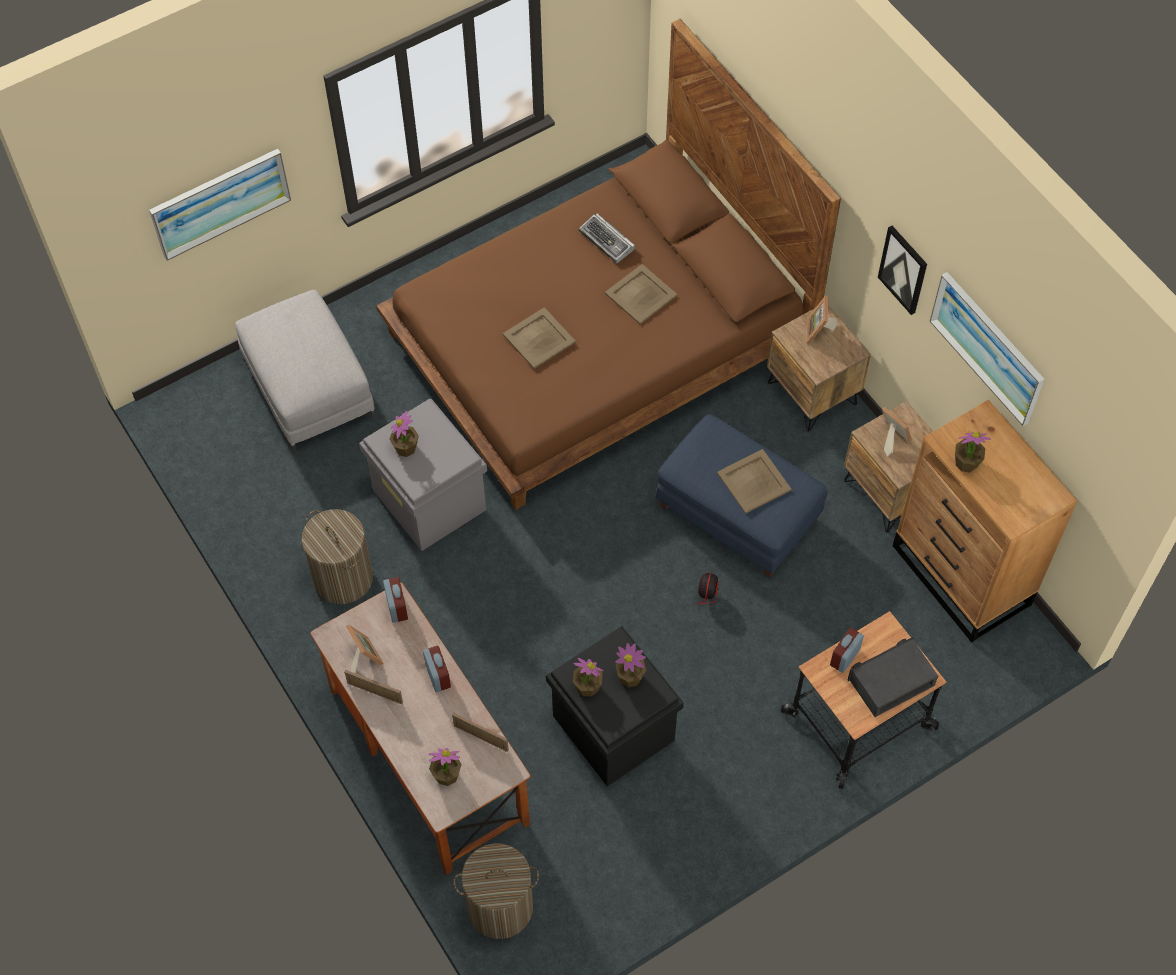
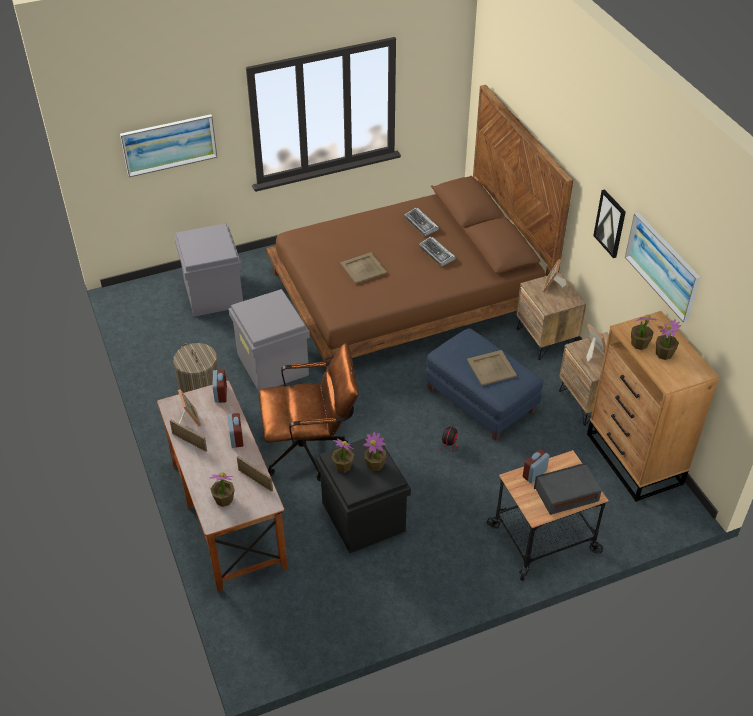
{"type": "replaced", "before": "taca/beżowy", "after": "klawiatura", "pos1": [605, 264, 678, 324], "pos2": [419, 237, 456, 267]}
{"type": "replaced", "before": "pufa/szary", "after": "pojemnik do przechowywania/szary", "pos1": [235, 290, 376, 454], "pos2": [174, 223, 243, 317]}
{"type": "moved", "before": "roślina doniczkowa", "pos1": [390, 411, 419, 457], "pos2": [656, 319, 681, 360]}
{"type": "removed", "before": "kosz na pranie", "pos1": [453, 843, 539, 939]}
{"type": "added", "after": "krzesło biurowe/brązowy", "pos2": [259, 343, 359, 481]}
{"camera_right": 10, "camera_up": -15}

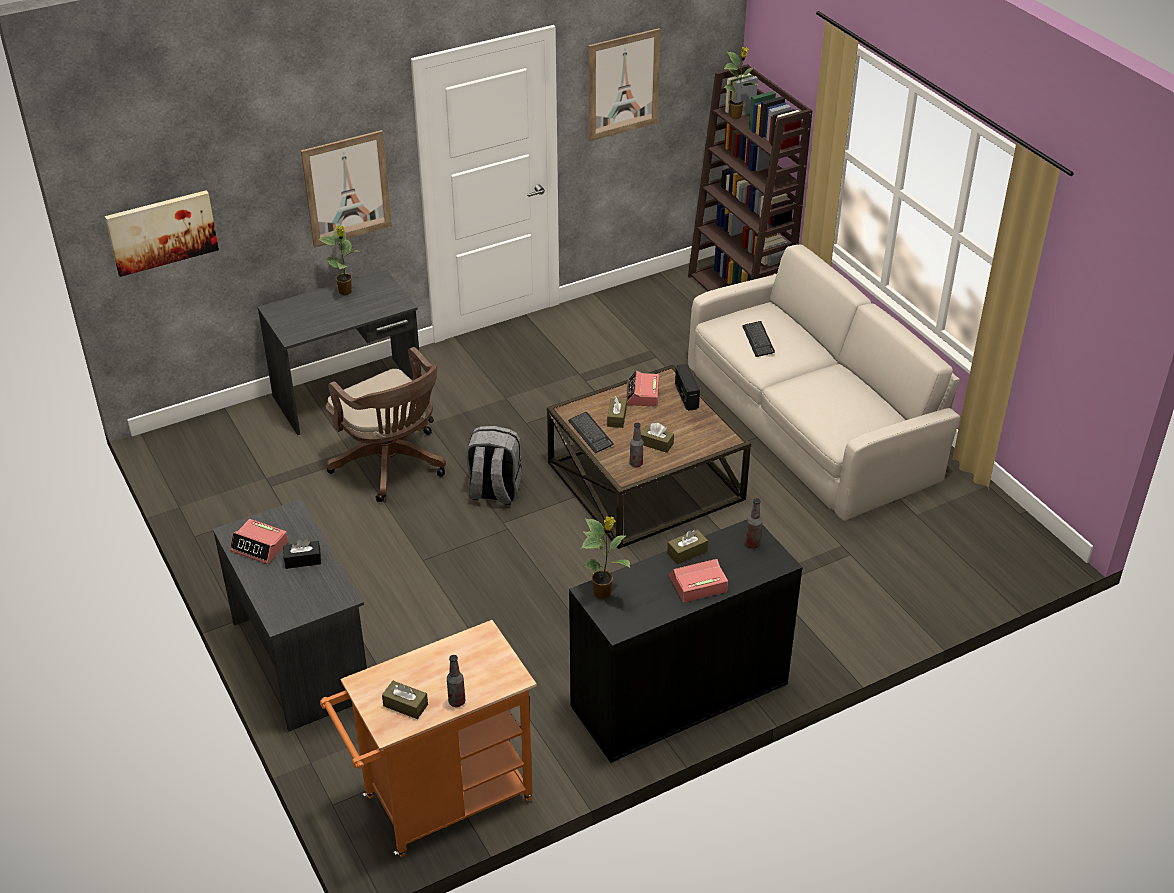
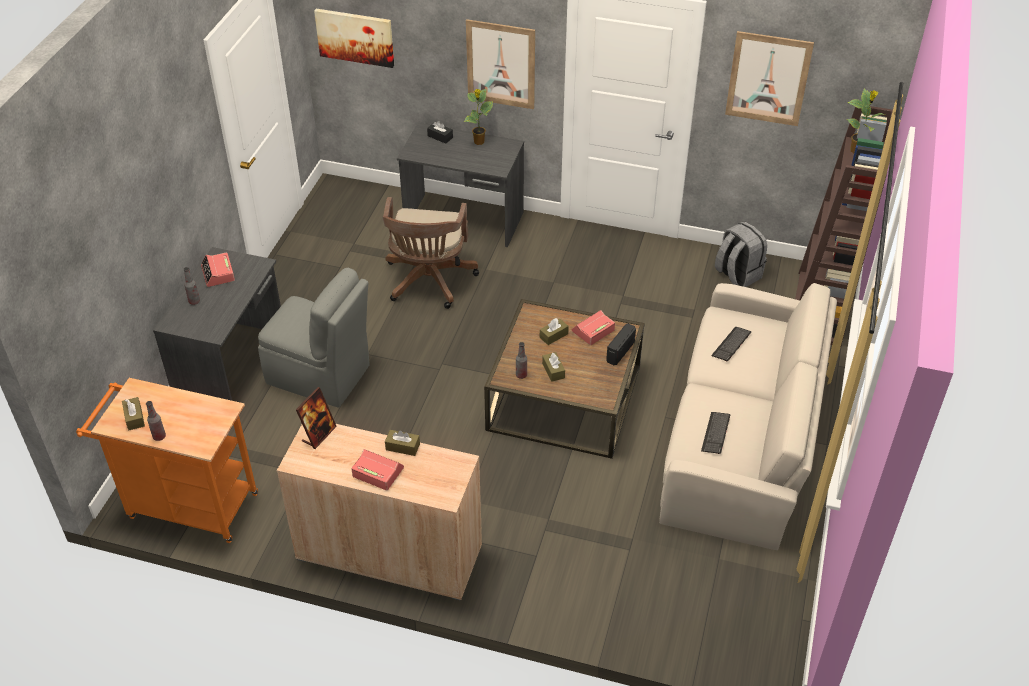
{"type": "moved", "before": "klawiatura", "pos1": [568, 412, 614, 453], "pos2": [701, 412, 730, 454]}
{"type": "moved", "before": "plecak/szary", "pos1": [466, 426, 522, 505], "pos2": [715, 222, 767, 287]}
{"type": "moved", "before": "butelka", "pos1": [745, 498, 763, 548], "pos2": [183, 267, 200, 305]}
{"type": "replaced", "before": "roślina doniczkowa", "after": "ramka na zdjęcie", "pos1": [581, 516, 630, 599], "pos2": [296, 387, 337, 449]}
{"type": "recoloured", "before": "szafka/czarny", "after": "szafka/beżowy", "pos1": [569, 520, 803, 764], "pos2": [277, 424, 482, 601]}
{"type": "moved", "before": "pudełko chusteczek/czarny", "pos1": [283, 539, 321, 569], "pos2": [427, 121, 453, 144]}
{"type": "added", "after": "krzesło/szary", "pos2": [258, 268, 370, 408]}
{"camera_right": 45, "camera_up": 5}

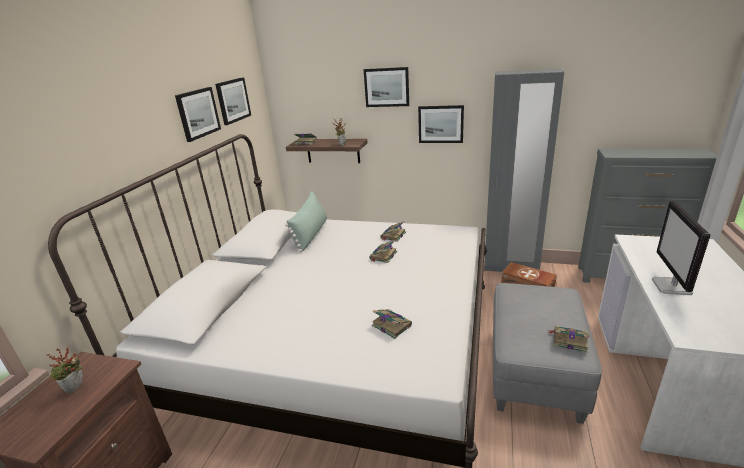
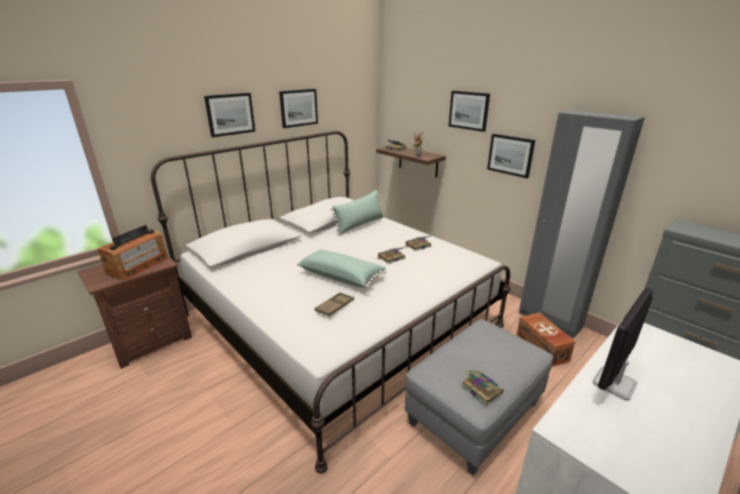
{"type": "moved", "before": "obraz", "pos1": [215, 77, 251, 125], "pos2": [204, 93, 255, 137]}
{"type": "replaced", "before": "książka", "after": "taca/brązowy", "pos1": [372, 309, 412, 339], "pos2": [315, 292, 354, 317]}
{"type": "replaced", "before": "roślina doniczkowa", "after": "radio", "pos1": [46, 347, 82, 394], "pos2": [98, 225, 168, 280]}
{"type": "added", "after": "poduszka/zielony", "pos2": [297, 250, 387, 288]}
{"camera_right": 30, "camera_up": 0}

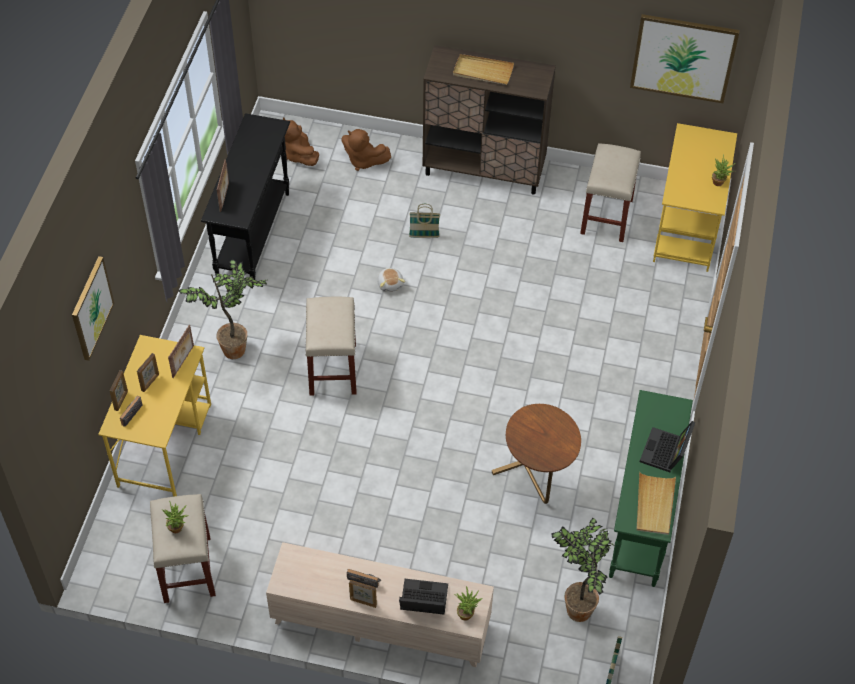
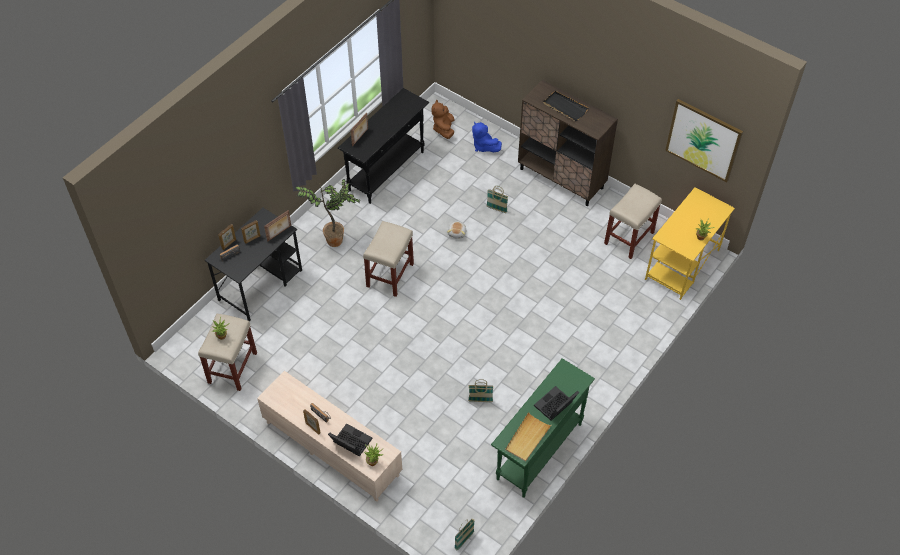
{"type": "recoloured", "before": "taca/beżowy", "after": "taca/czarny", "pos1": [453, 54, 514, 85], "pos2": [543, 91, 588, 121]}
{"type": "recoloured", "before": "pluszak/brązowy", "after": "pluszak/niebieski", "pos1": [341, 129, 391, 171], "pos2": [472, 121, 502, 152]}
{"type": "removed", "before": "obraz", "pos1": [72, 256, 114, 361]}
{"type": "recoloured", "before": "biurko/żółty", "after": "biurko/czarny", "pos1": [98, 335, 211, 497], "pos2": [205, 208, 302, 321]}
{"type": "replaced", "before": "stolik/brązowy", "after": "koszyk", "pos1": [492, 404, 581, 504], "pos2": [468, 379, 493, 402]}
{"type": "removed", "before": "roślina doniczkowa", "pos1": [551, 518, 614, 622]}
{"camera_right": 25, "camera_up": 0}

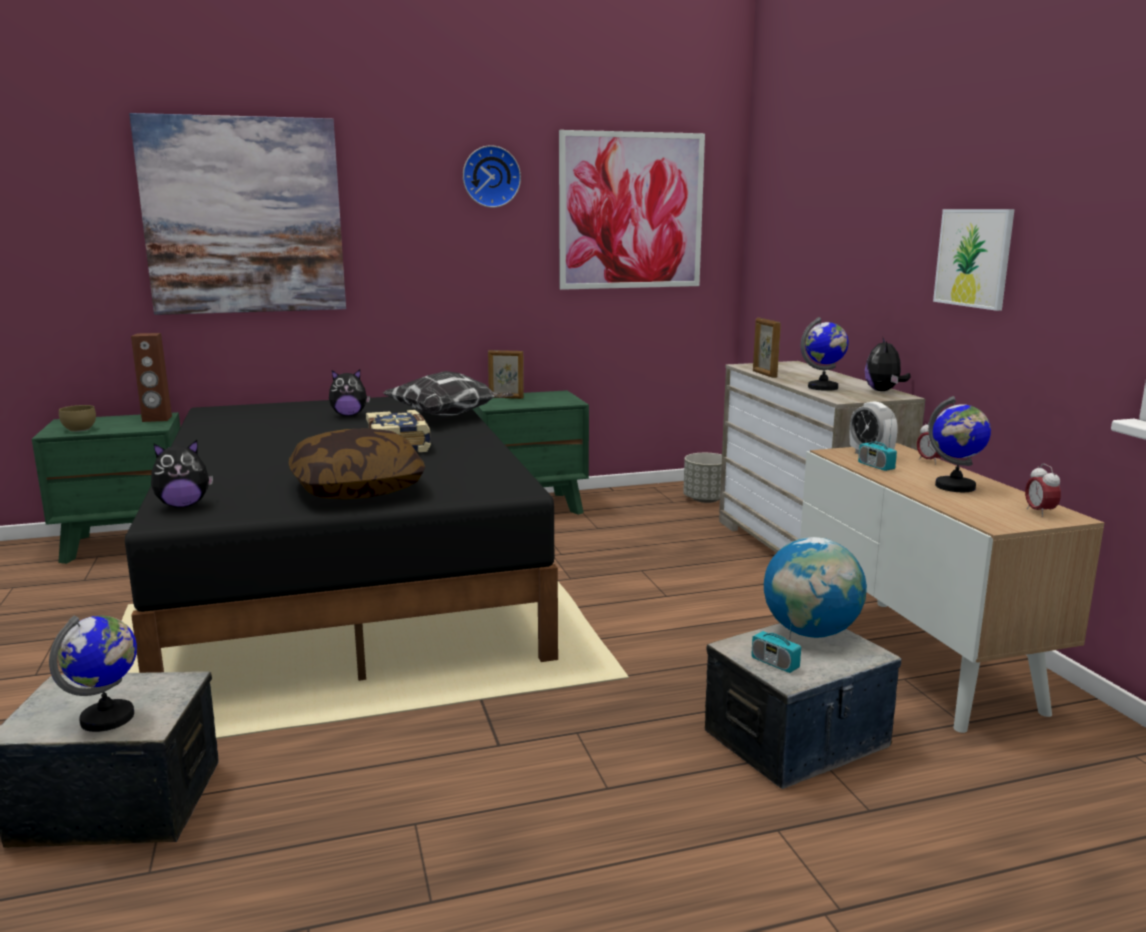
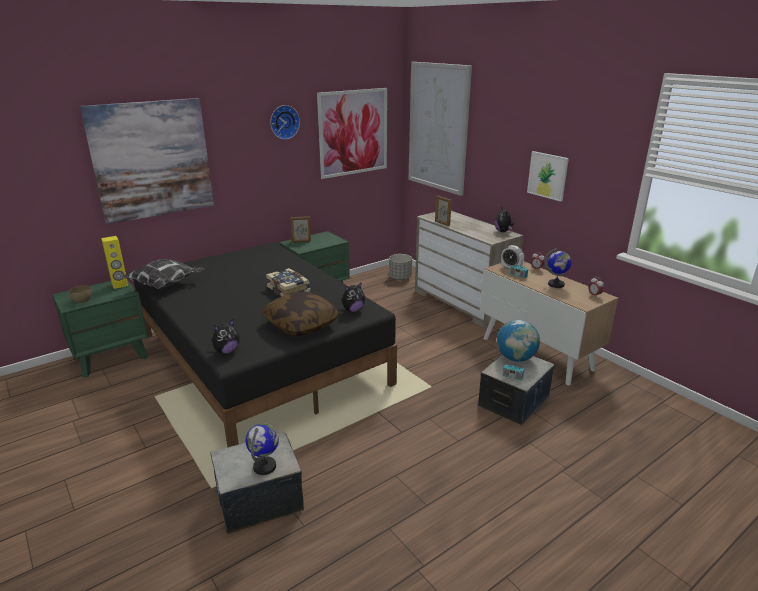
{"type": "removed", "before": "globus", "pos1": [801, 317, 848, 391]}
{"type": "recoloured", "before": "głośnik/brązowy", "after": "głośnik/żółty", "pos1": [131, 333, 172, 422], "pos2": [101, 236, 128, 289]}
{"type": "moved", "before": "pluszak", "pos1": [329, 370, 370, 416], "pos2": [341, 282, 365, 312]}
{"type": "moved", "before": "poduszka", "pos1": [383, 371, 514, 417], "pos2": [123, 259, 204, 289]}
{"type": "added", "after": "obraz", "pos2": [409, 62, 472, 196]}
{"camera_right": -20, "camera_up": 10}

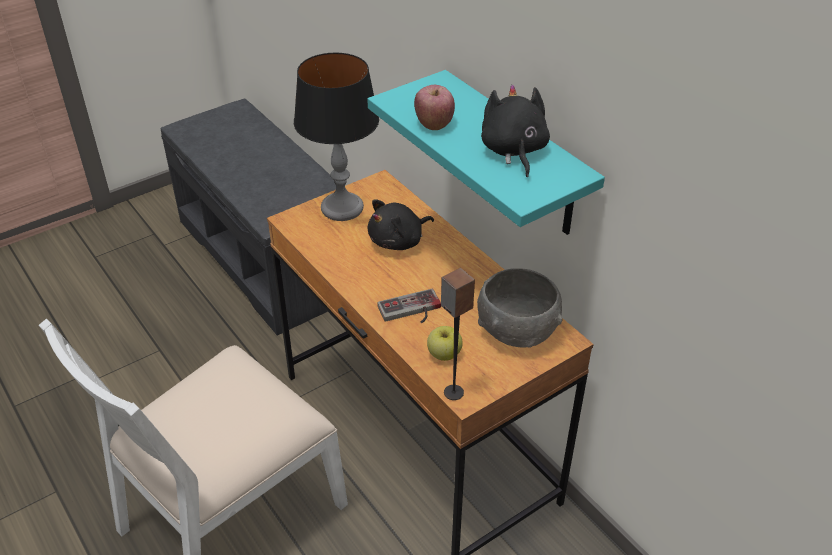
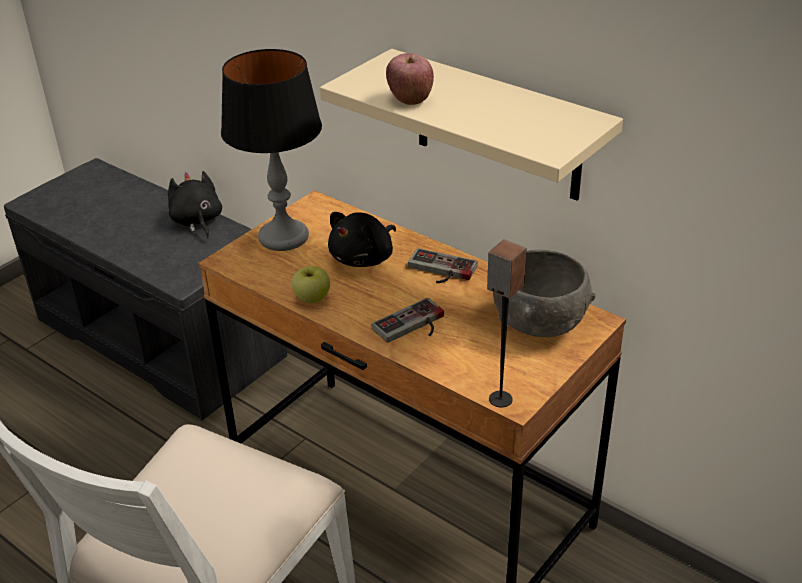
{"type": "recoloured", "before": "półka/turkusowy", "after": "półka/beżowy", "pos1": [367, 70, 605, 235], "pos2": [320, 49, 623, 200]}
{"type": "moved", "before": "pluszak/czarny", "pos1": [481, 84, 550, 177], "pos2": [168, 171, 222, 238]}
{"type": "moved", "before": "jabłko", "pos1": [427, 326, 462, 361], "pos2": [292, 266, 330, 303]}
{"type": "added", "after": "pad do gier", "pos2": [408, 248, 478, 283]}
{"camera_right": -15, "camera_up": -5}

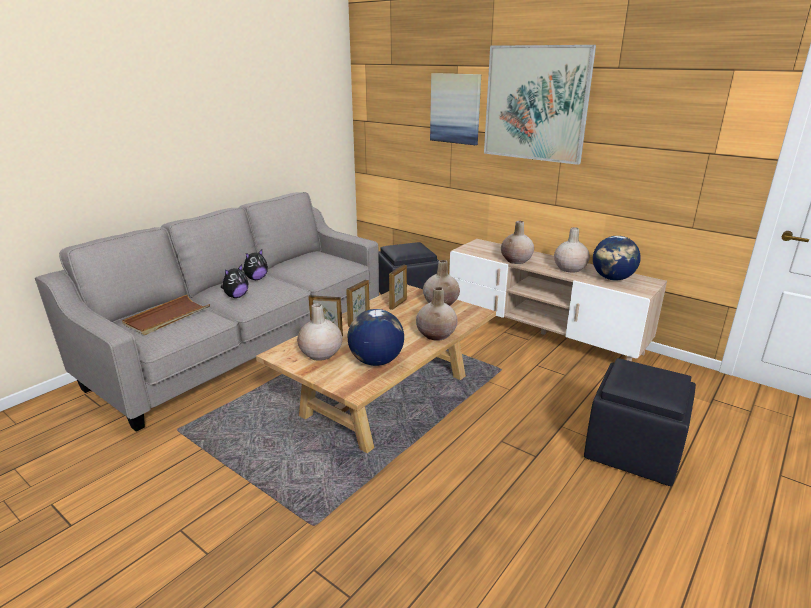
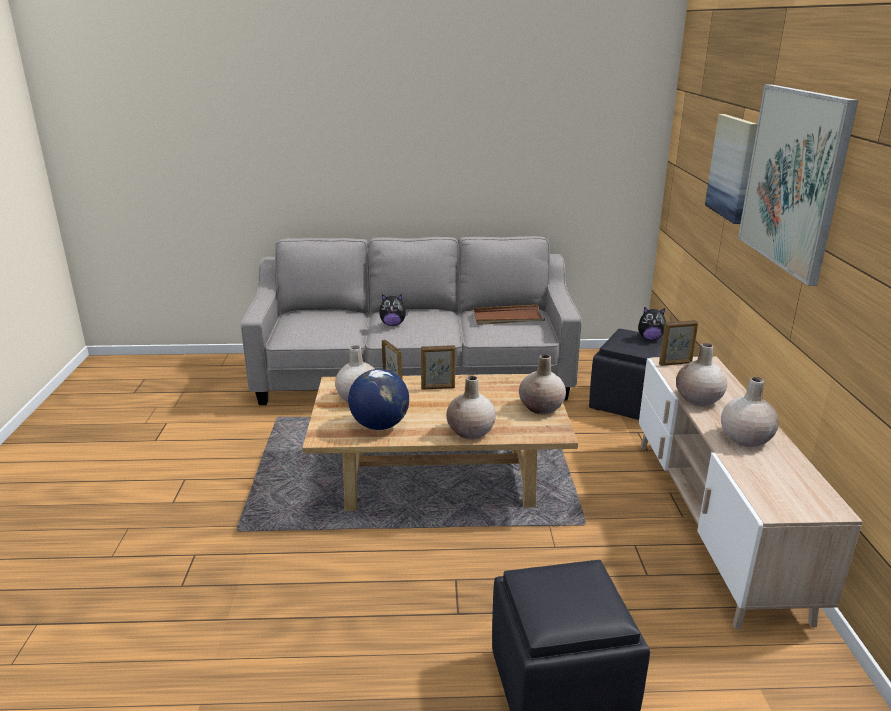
{"type": "removed", "before": "globus", "pos1": [593, 236, 641, 280]}
{"type": "moved", "before": "pluszak", "pos1": [243, 250, 268, 280], "pos2": [638, 307, 666, 340]}
{"type": "moved", "before": "ramka na zdjęcie", "pos1": [389, 265, 407, 310], "pos2": [659, 320, 698, 366]}
{"type": "moved", "before": "taca/brązowy", "pos1": [122, 295, 210, 335], "pos2": [473, 305, 545, 325]}
{"camera_right": 50, "camera_up": 0}

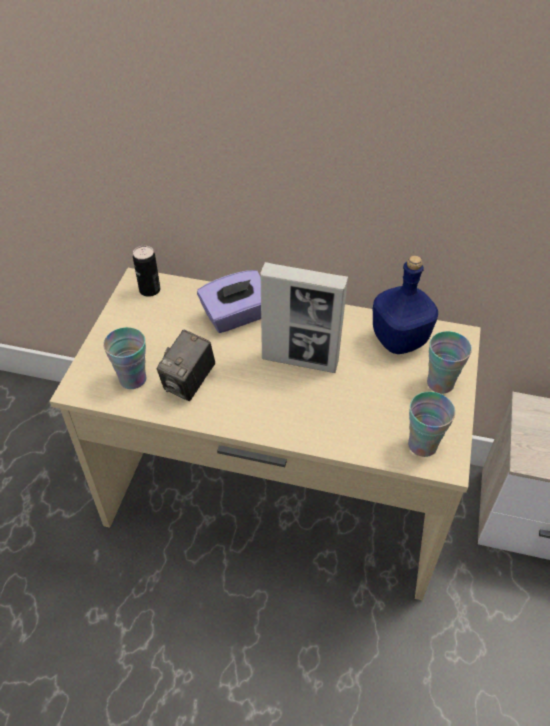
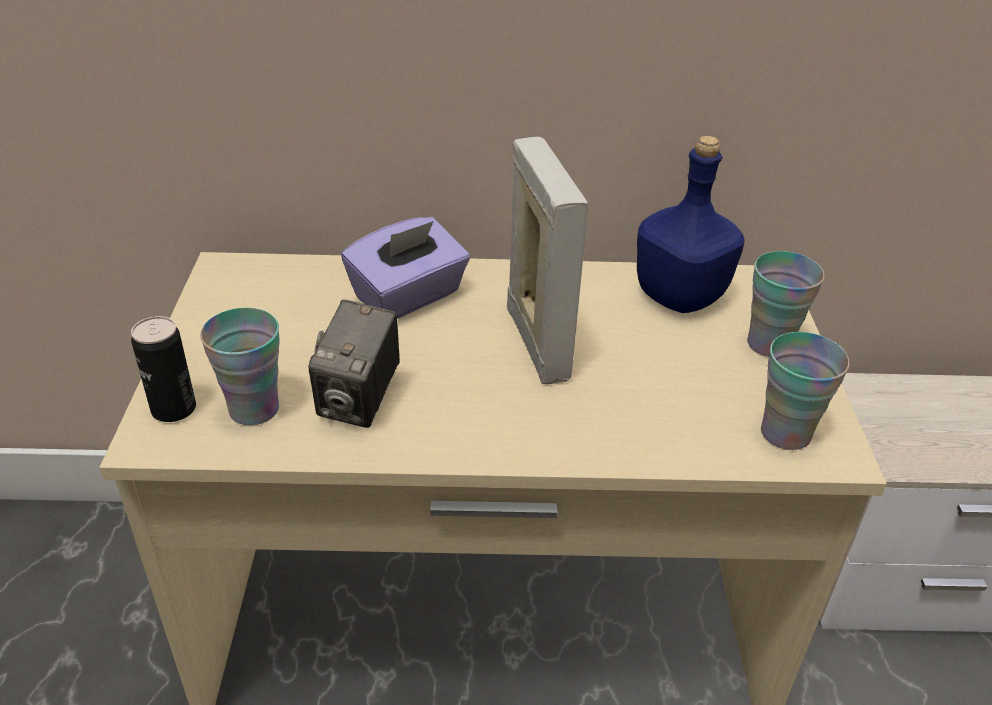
{"type": "moved", "before": "puszka", "pos1": [133, 246, 160, 297], "pos2": [131, 316, 196, 422]}
{"type": "turned", "before": "ramka na zdjęcie", "pos1": [260, 262, 348, 373], "pos2": [507, 137, 588, 384], "turn": -105}
{"camera_right": -15, "camera_up": -10}

